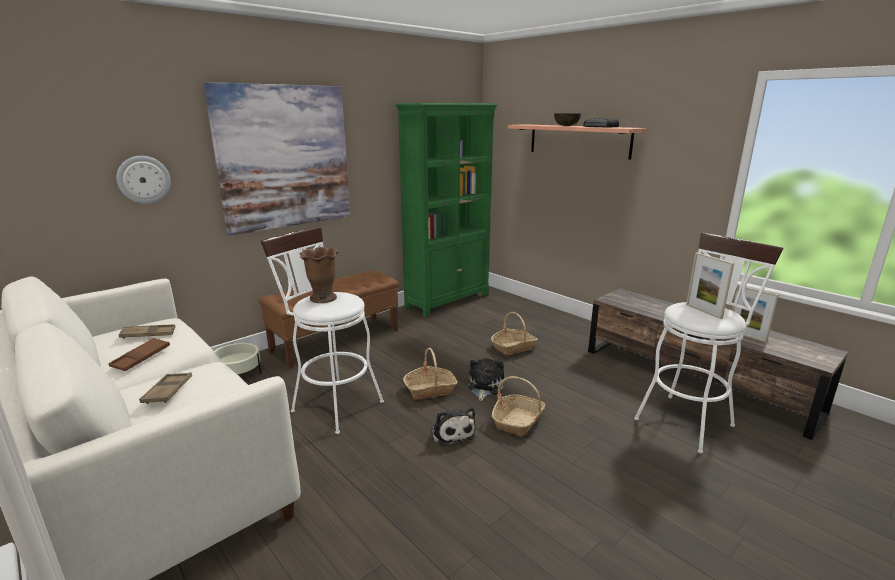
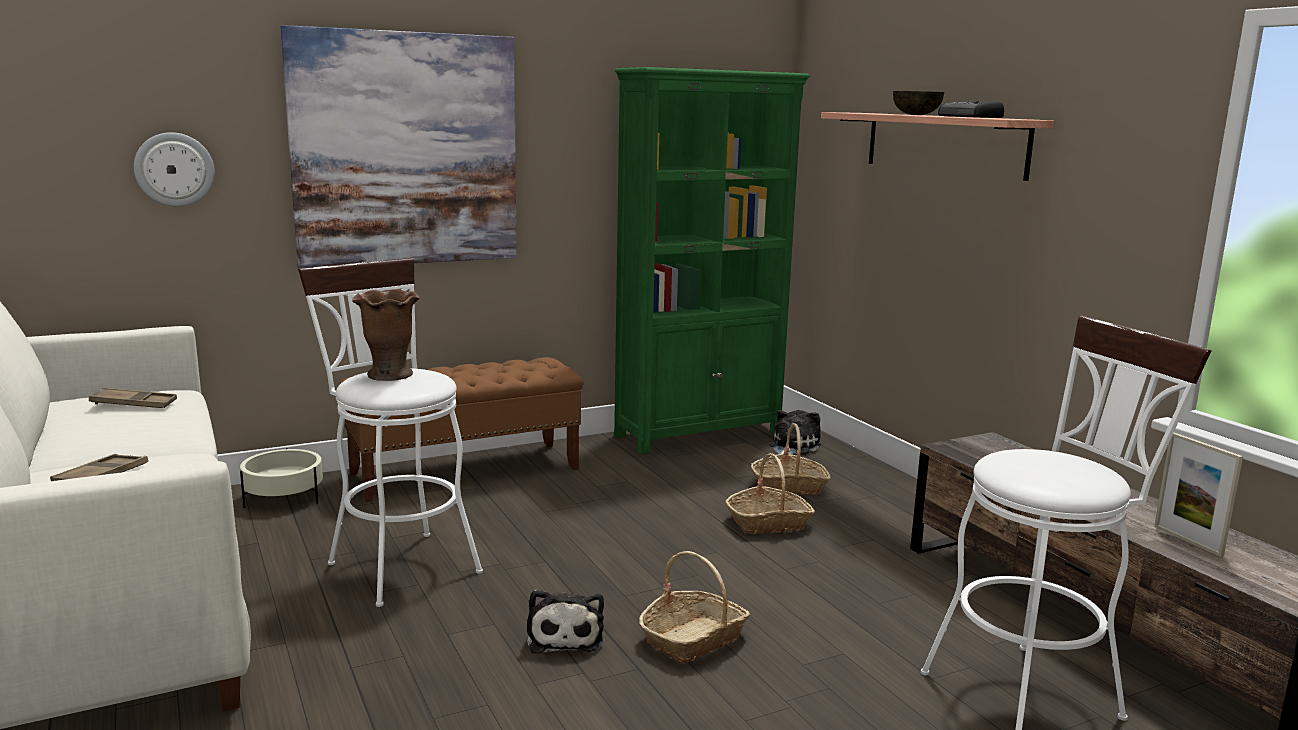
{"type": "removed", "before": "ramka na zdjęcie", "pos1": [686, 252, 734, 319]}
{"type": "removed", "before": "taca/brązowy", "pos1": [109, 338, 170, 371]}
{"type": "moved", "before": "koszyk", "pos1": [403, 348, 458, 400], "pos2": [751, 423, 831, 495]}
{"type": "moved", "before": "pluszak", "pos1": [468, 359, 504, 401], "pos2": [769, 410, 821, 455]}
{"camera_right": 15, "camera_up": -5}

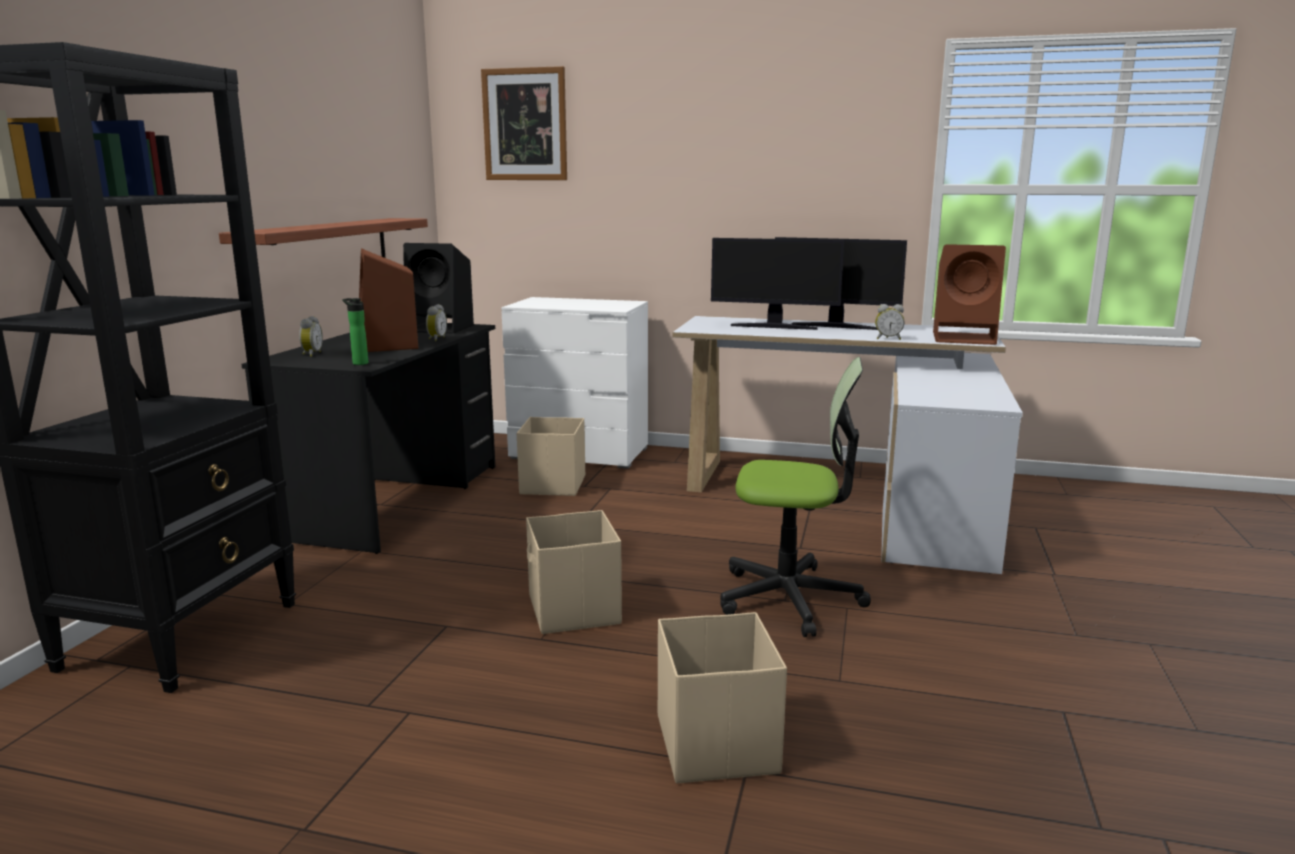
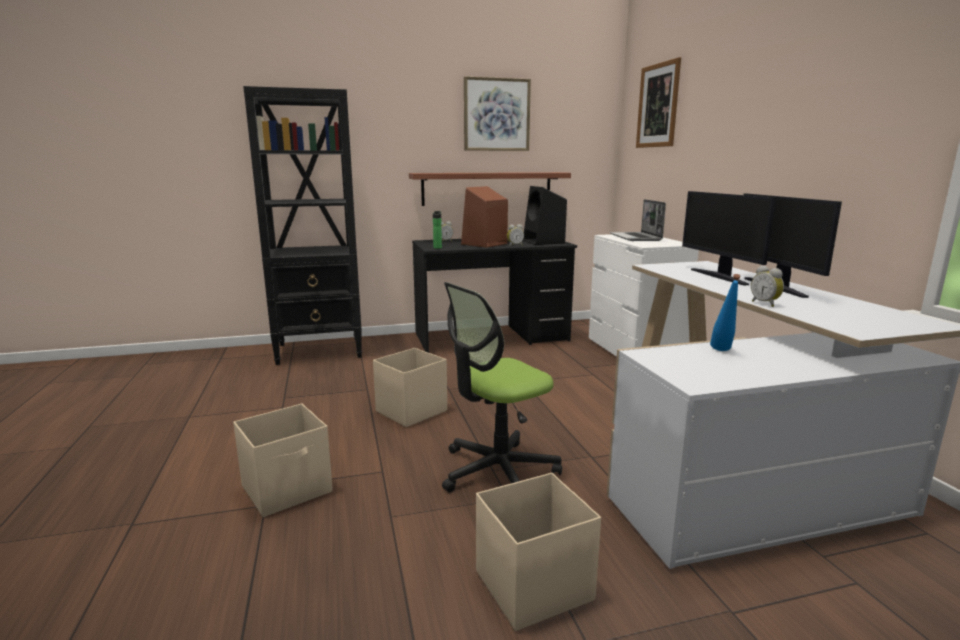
{"type": "removed", "before": "głośnik/brązowy", "pos1": [933, 244, 1006, 345]}
{"type": "turned", "before": "krzesło biurowe", "pos1": [720, 357, 871, 637], "pos2": [442, 282, 562, 493], "turn": 75}
{"type": "moved", "before": "pojemnik do przechowywania/beżowy", "pos1": [517, 417, 585, 496], "pos2": [476, 473, 601, 631]}
{"type": "added", "after": "obraz", "pos2": [464, 76, 531, 151]}
{"type": "added", "after": "laptop", "pos2": [610, 199, 666, 241]}
{"type": "added", "after": "butelka/niebieski", "pos2": [710, 274, 741, 351]}
{"camera_right": 60, "camera_up": 0}

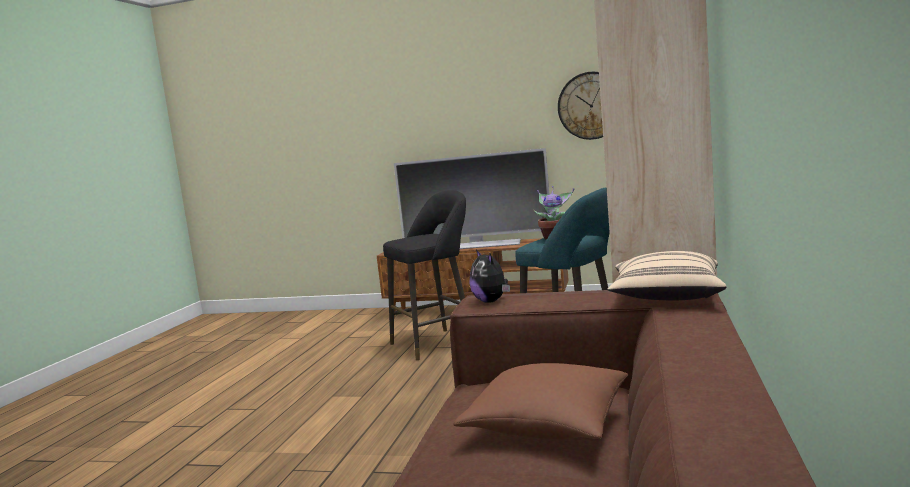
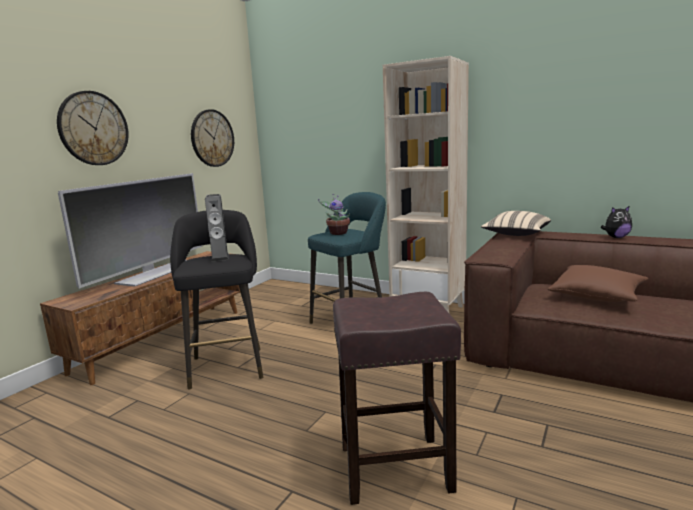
{"type": "moved", "before": "pluszak", "pos1": [470, 250, 510, 303], "pos2": [601, 206, 632, 238]}
{"type": "added", "after": "zegar ścienny", "pos2": [57, 91, 129, 165]}
{"type": "added", "after": "głośnik", "pos2": [205, 194, 229, 262]}
{"type": "added", "after": "stołek/brązowy", "pos2": [333, 292, 461, 505]}
{"camera_right": -75, "camera_up": 5}

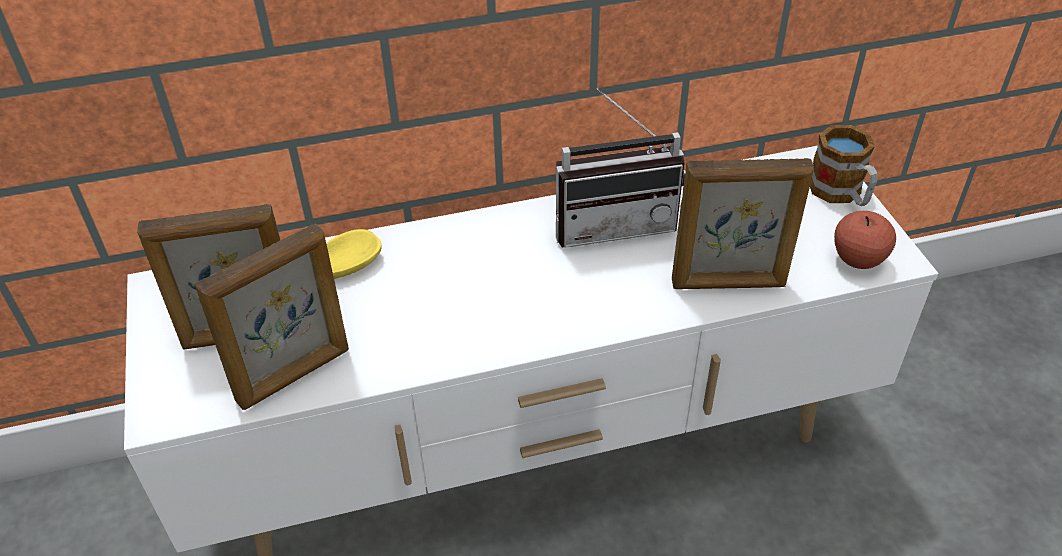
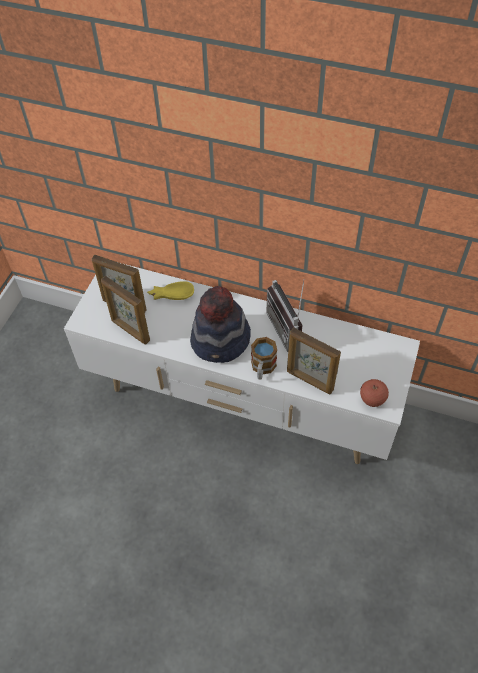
{"type": "turned", "before": "radio", "pos1": [556, 88, 685, 248], "pos2": [267, 279, 305, 352], "turn": 45}
{"type": "moved", "before": "kubek", "pos1": [810, 125, 878, 206], "pos2": [251, 337, 277, 380]}
{"type": "turned", "before": "ramka na zdjęcie", "pos1": [195, 223, 349, 410], "pos2": [101, 276, 150, 344], "turn": 45}
{"type": "added", "after": "kapelusz", "pos2": [190, 286, 251, 363]}
{"camera_right": 35, "camera_up": 10}

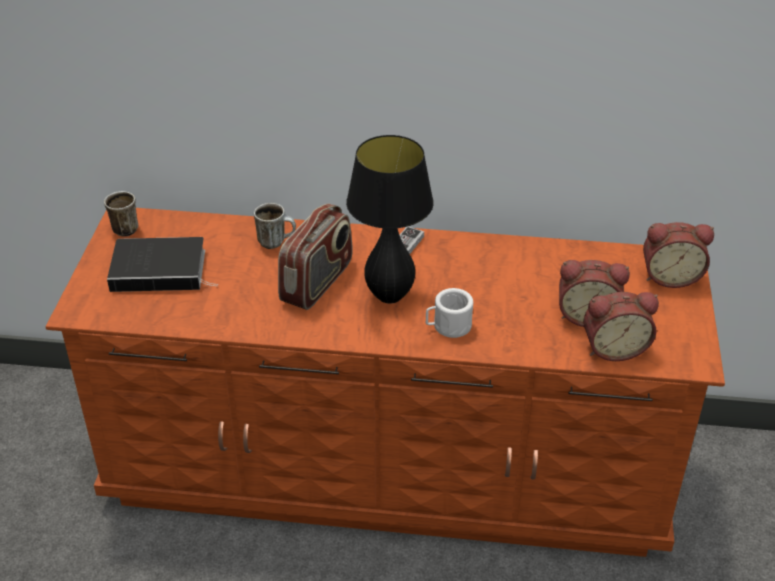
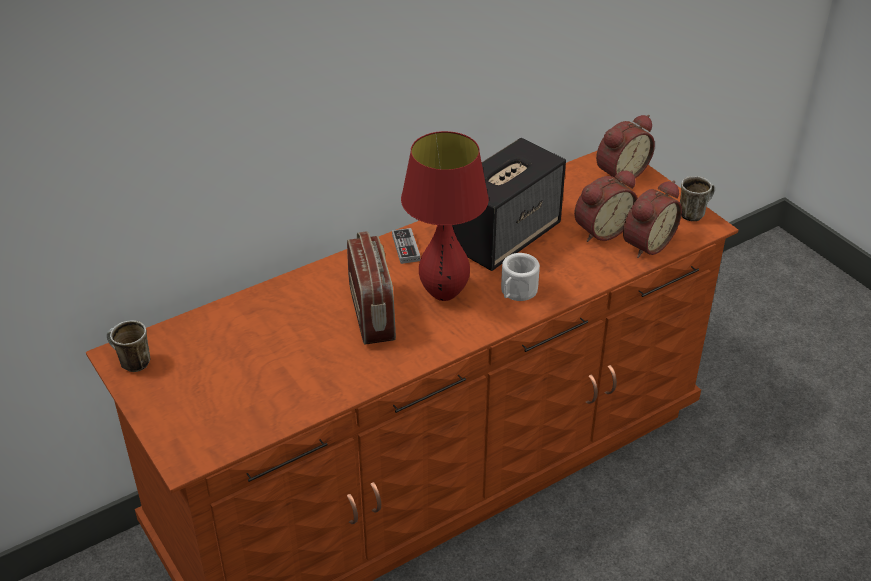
{"type": "recoloured", "before": "lampa stołowa/czarny", "after": "lampa stołowa/czerwony", "pos1": [346, 135, 434, 304], "pos2": [401, 131, 489, 301]}
{"type": "moved", "before": "kubek", "pos1": [254, 203, 296, 249], "pos2": [680, 176, 715, 221]}
{"type": "removed", "before": "książka", "pos1": [107, 237, 218, 292]}
{"type": "added", "after": "głośnik", "pos2": [452, 138, 566, 271]}
{"camera_right": -40, "camera_up": 0}

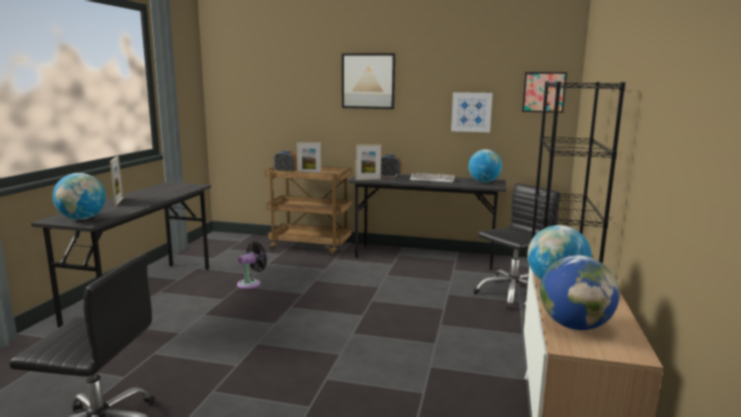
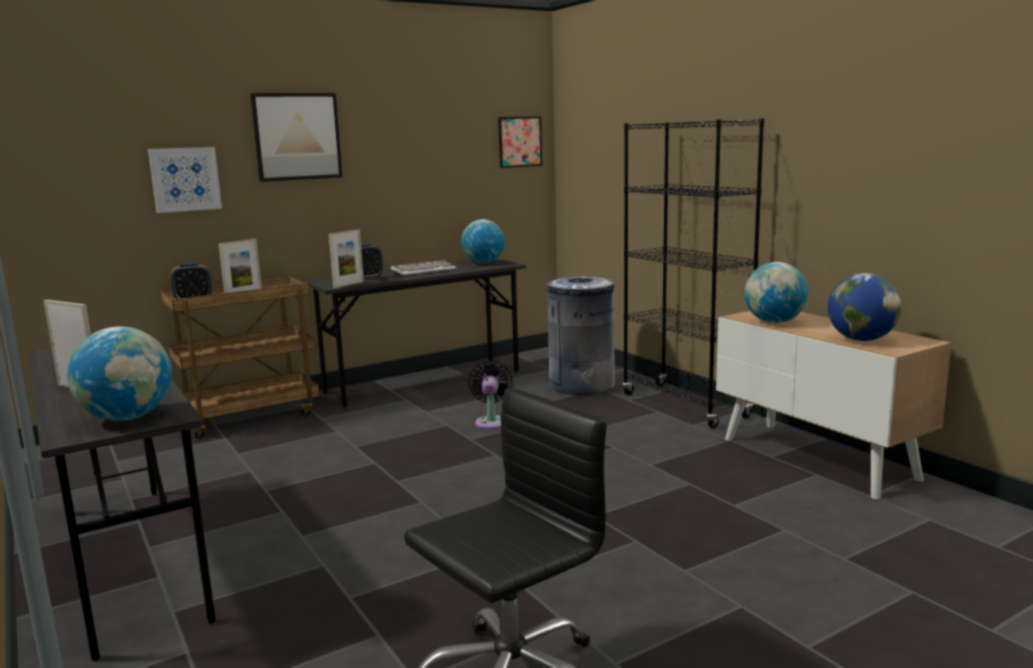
{"type": "moved", "before": "obraz", "pos1": [451, 92, 493, 132], "pos2": [148, 147, 222, 213]}
{"type": "replaced", "before": "krzesło biurowe/czarny", "after": "kosz na śmieci/szary", "pos1": [473, 183, 561, 310], "pos2": [546, 277, 615, 395]}
{"type": "moved", "before": "wentylator/czarny", "pos1": [237, 241, 267, 289], "pos2": [469, 361, 513, 429]}
{"camera_right": -45, "camera_up": 0}

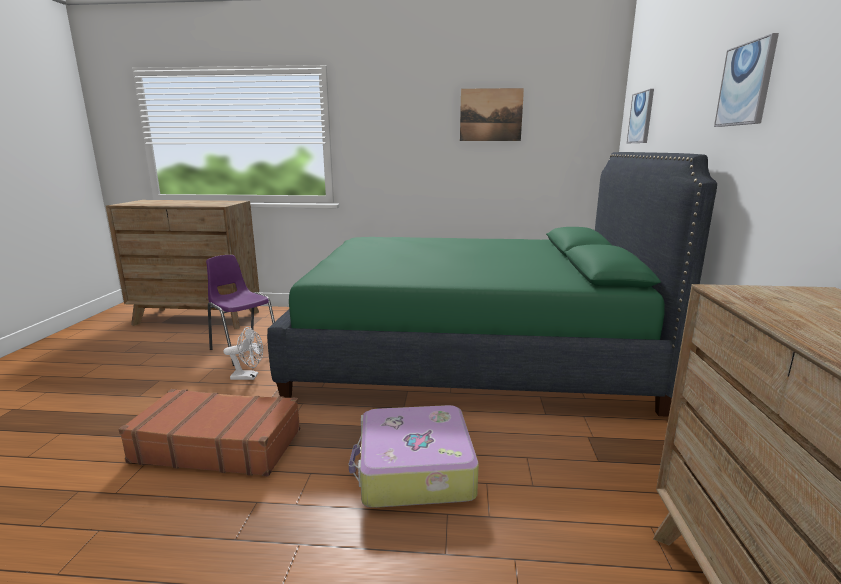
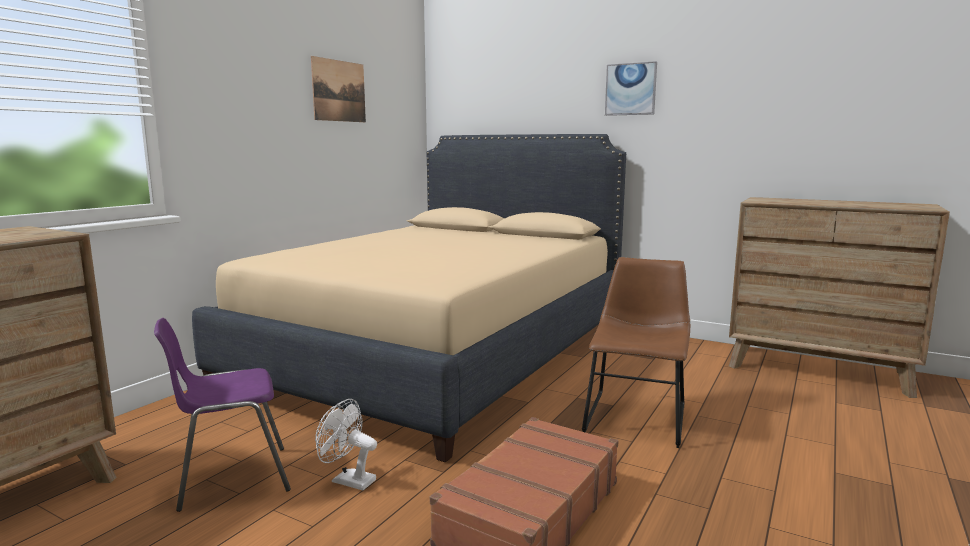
{"type": "removed", "before": "obraz", "pos1": [627, 89, 654, 143]}
{"type": "recoloured", "before": "łóżko/zielony", "after": "łóżko/beżowy", "pos1": [267, 152, 717, 417], "pos2": [192, 134, 626, 463]}
{"type": "turned", "before": "wentylator/biały", "pos1": [224, 327, 263, 380], "pos2": [315, 399, 377, 491], "turn": -90}
{"type": "replaced", "before": "walizka", "after": "krzesło/brązowy", "pos1": [349, 405, 479, 508], "pos2": [582, 257, 690, 448]}
{"camera_right": -65, "camera_up": -5}

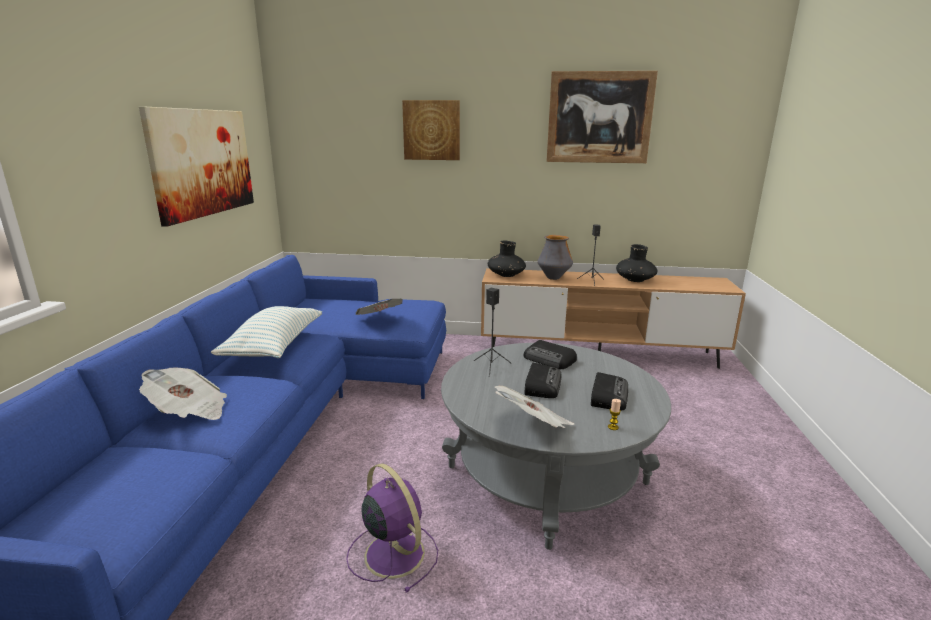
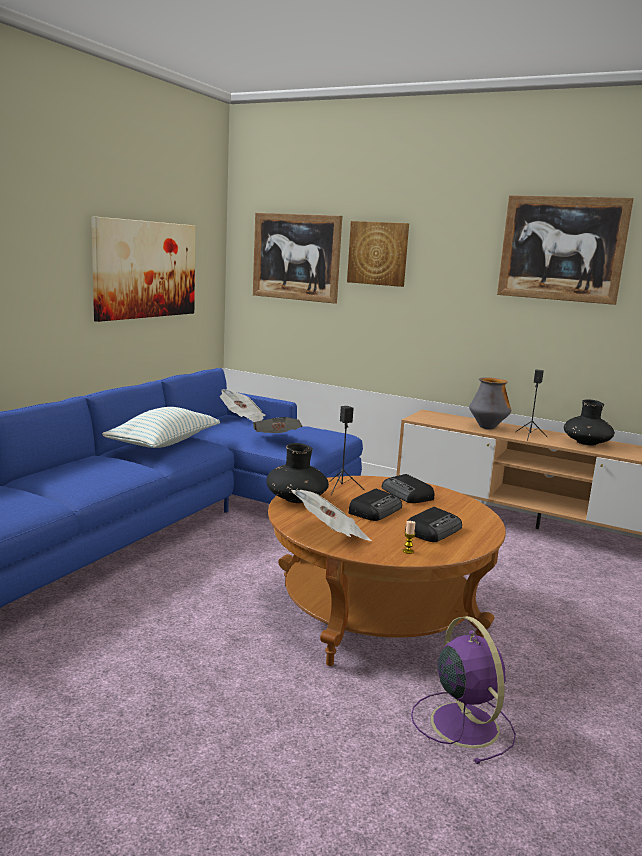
{"type": "moved", "before": "wazon/czarny", "pos1": [488, 241, 526, 277], "pos2": [266, 443, 329, 503]}
{"type": "recoloured", "before": "ława/szary", "after": "ława/brązowy", "pos1": [441, 343, 671, 550], "pos2": [268, 476, 506, 666]}
{"type": "moved", "before": "gazeta", "pos1": [139, 368, 227, 420], "pos2": [220, 389, 265, 422]}
{"type": "moved", "before": "wentylator/fioletowy", "pos1": [346, 463, 438, 592], "pos2": [411, 616, 516, 764]}
{"type": "added", "after": "obraz", "pos2": [253, 213, 342, 304]}
{"camera_right": 20, "camera_up": -5}

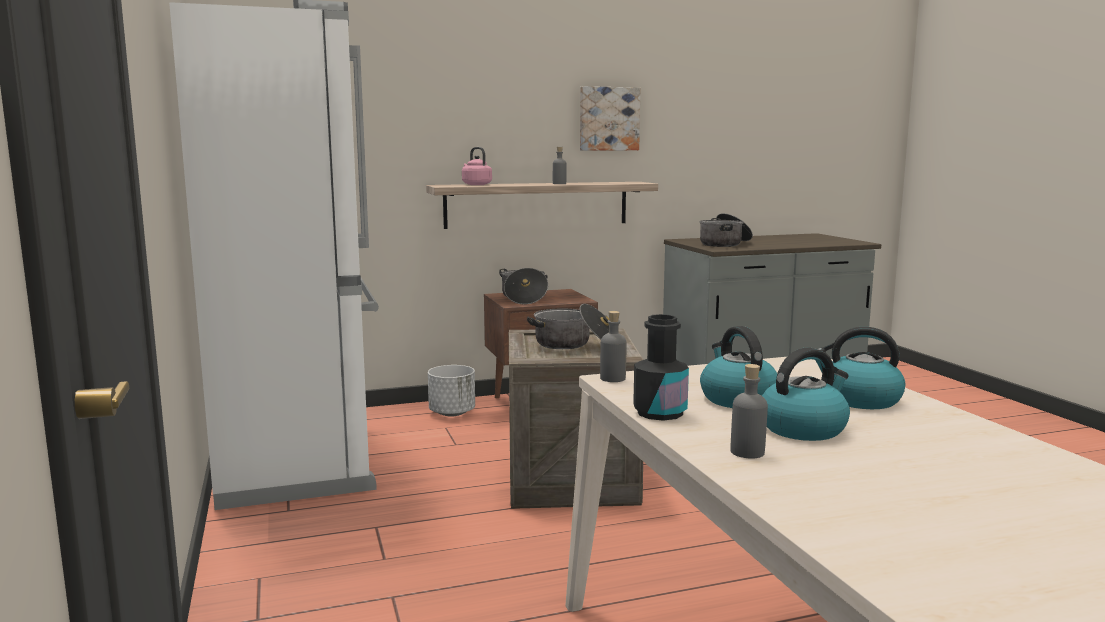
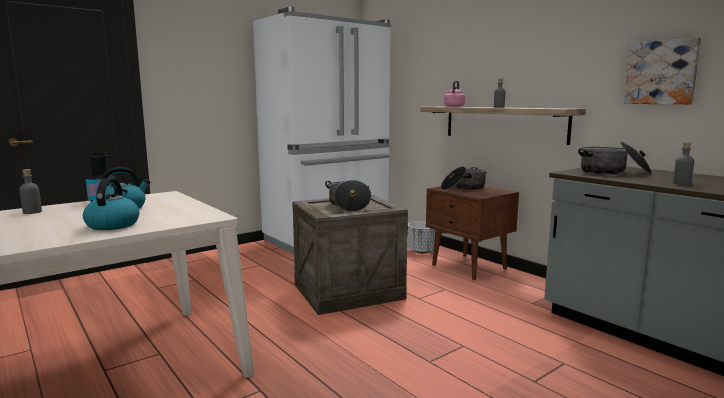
{"type": "moved", "before": "obraz", "pos1": [580, 86, 640, 151], "pos2": [624, 37, 701, 104]}
{"type": "moved", "before": "butelka/szary", "pos1": [600, 311, 627, 382], "pos2": [673, 142, 694, 185]}
{"type": "removed", "before": "czajnik", "pos1": [762, 347, 850, 441]}
{"camera_right": 70, "camera_up": 0}

